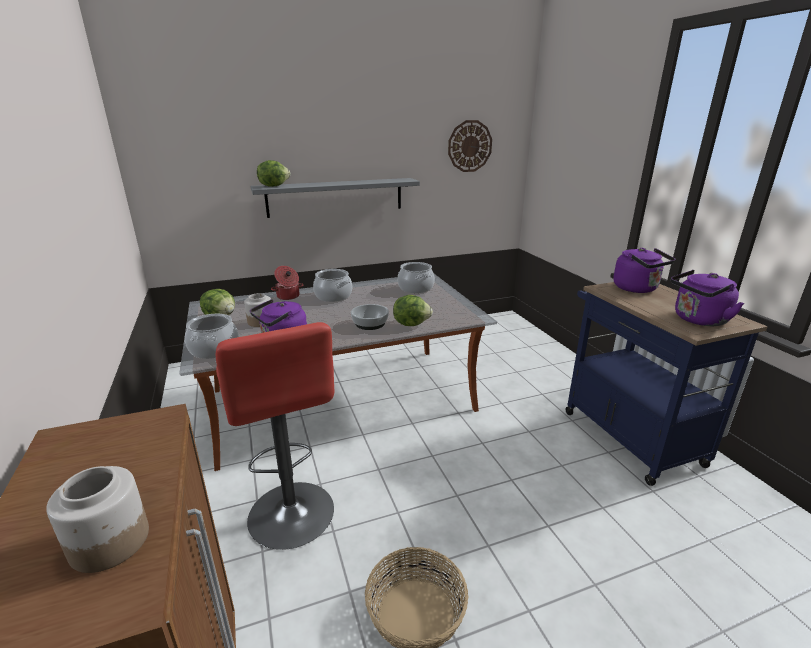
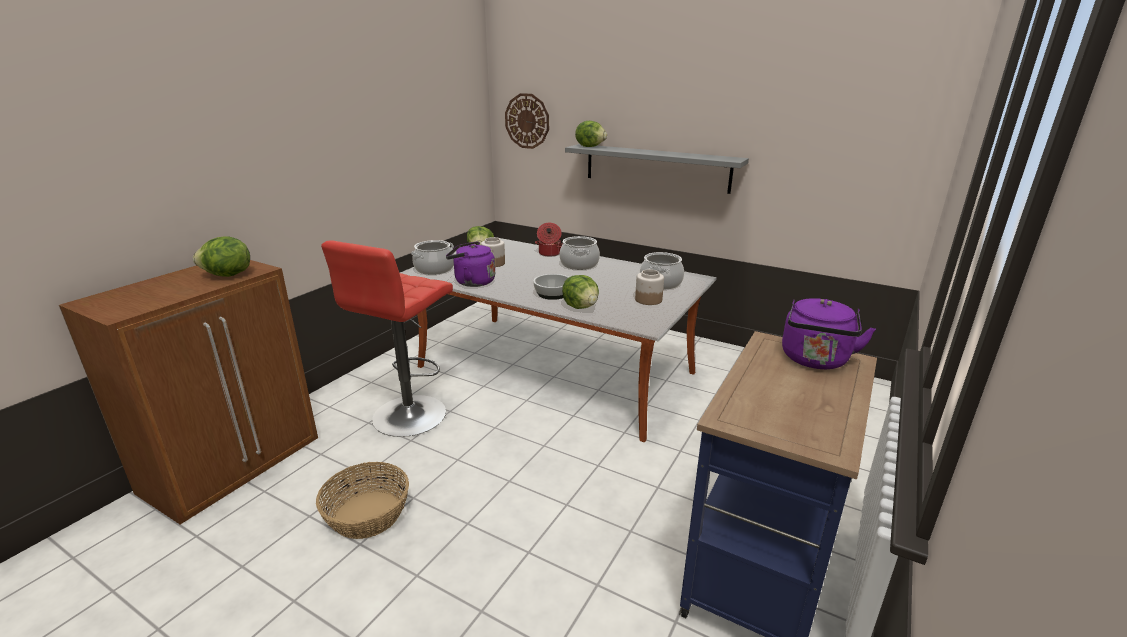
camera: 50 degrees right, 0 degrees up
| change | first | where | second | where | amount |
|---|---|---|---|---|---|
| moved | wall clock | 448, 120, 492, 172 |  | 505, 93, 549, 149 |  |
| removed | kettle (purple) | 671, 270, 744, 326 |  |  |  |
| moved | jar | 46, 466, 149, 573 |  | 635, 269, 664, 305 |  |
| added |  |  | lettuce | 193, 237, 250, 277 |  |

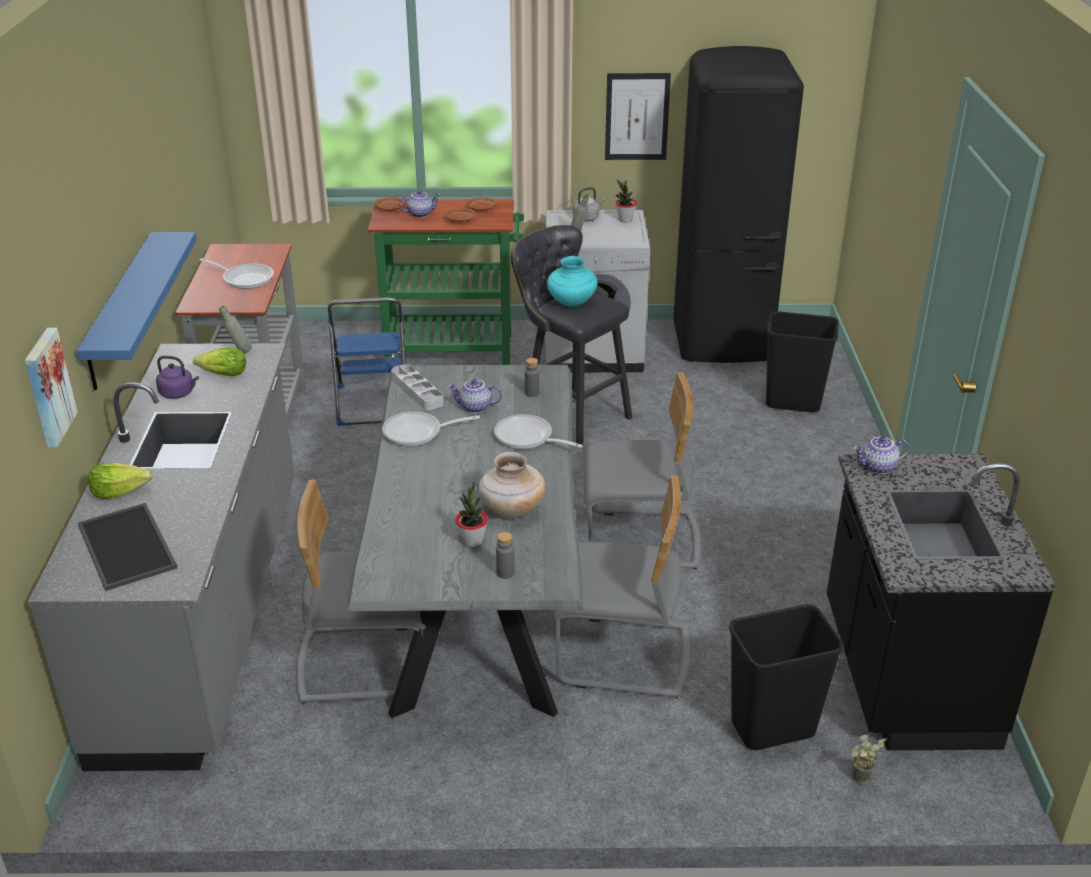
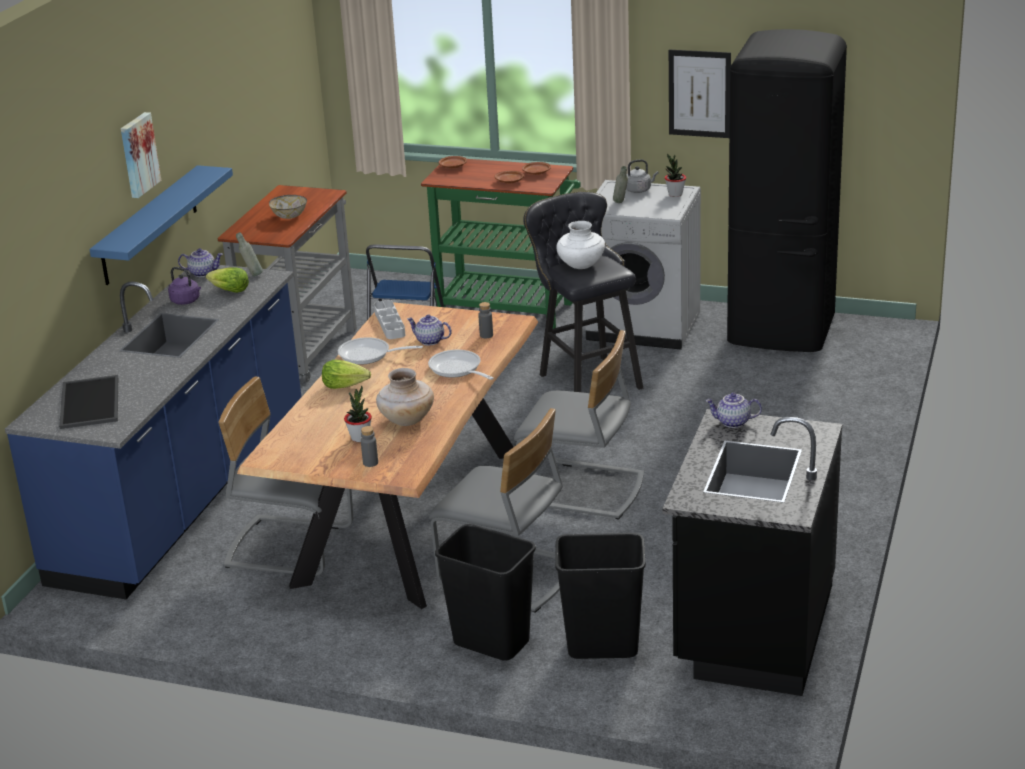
camera: 20 degrees right, 5 degrees down
| change | first | where | second | where | amount |
|---|---|---|---|---|---|
| moved | teapot | 399, 190, 441, 218 |  | 178, 248, 223, 277 |  |
| recoloured | vase (turquoise) | 547, 256, 597, 307 | vase (white) | 556, 221, 605, 269 |  |
| replaced | frying pan | 200, 258, 274, 289 | bowl | 269, 195, 307, 219 |  |
| moved | trash can (black) | 766, 311, 839, 413 |  | 435, 524, 536, 661 |  |
| moved | picture | 25, 328, 78, 447 |  | 121, 112, 161, 198 |  |
| recoloured | counter (grey) | 28, 343, 295, 771 | counter (blue) | 5, 265, 301, 599 |  |
| recoloured | dining table (grey) | 346, 365, 583, 718 | dining table (brown) | 237, 302, 538, 609 |  |
| moved | lettuce | 88, 463, 152, 499 |  | 322, 360, 371, 389 |  |
| removed | potted plant | 850, 734, 887, 785 |  |  |  |

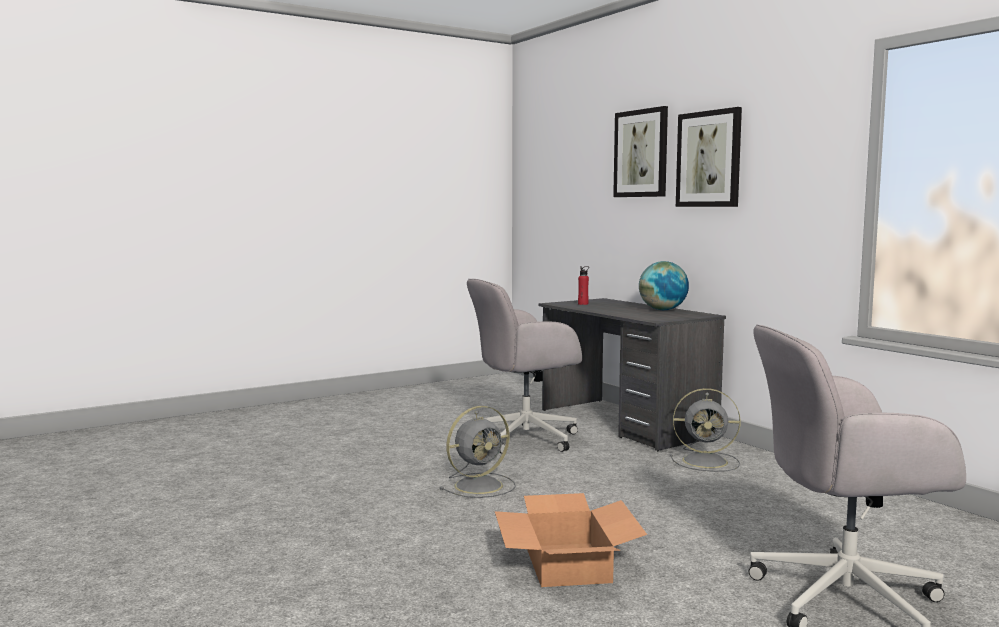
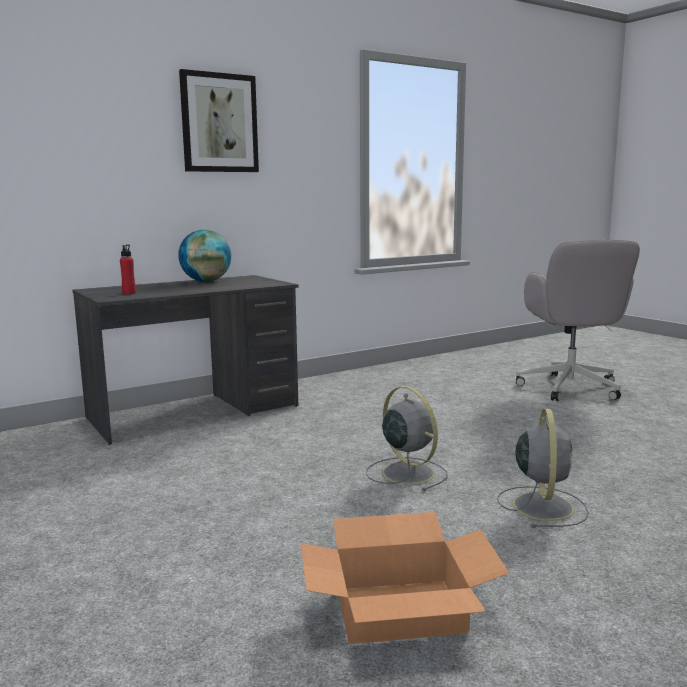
camera: 90 degrees left, 5 degrees up
| change | first | where | second | where | amount |
|---|---|---|---|---|---|
| removed | picture | 613, 106, 668, 197 |  |  |  |
| removed | office chair (grey) | 467, 279, 582, 453 |  |  |  |
| moved | fan (grey) | 670, 388, 741, 472 |  | 497, 409, 589, 528 |  |
| moved | cardboard box | 495, 493, 647, 587 |  | 301, 512, 509, 644 |  |

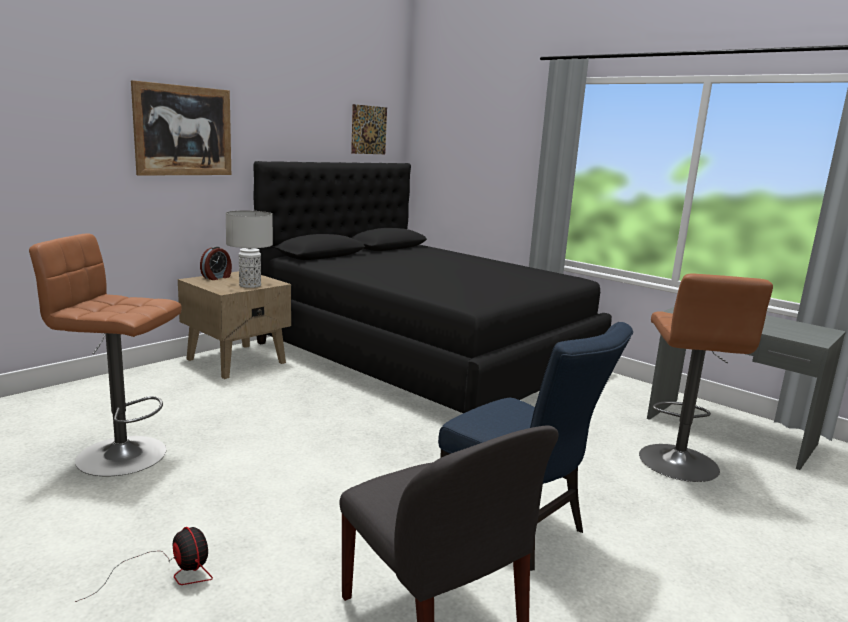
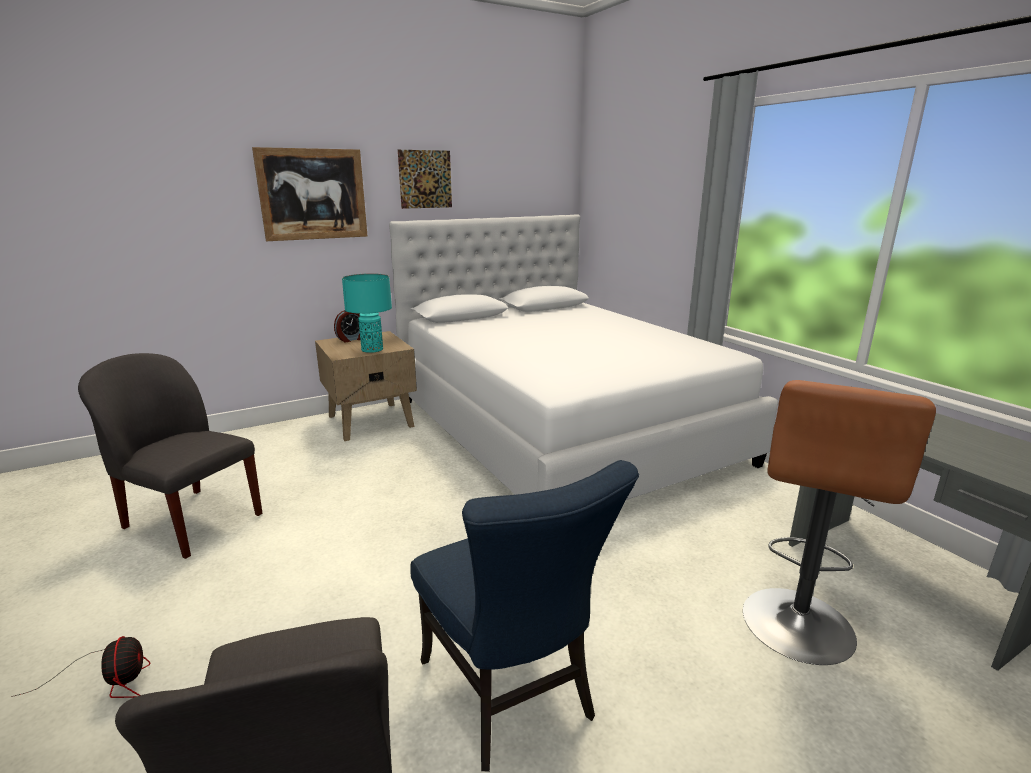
camera: 20 degrees right, 5 degrees up
| change | first | where | second | where | amount |
|---|---|---|---|---|---|
| moved | picture | 351, 104, 387, 154 |  | 398, 150, 452, 209 |  |
| recoloured | bed (black) | 253, 161, 612, 413 | bed (white) | 389, 214, 778, 500 |  |
| recoloured | table lamp (white) | 226, 210, 273, 288 | table lamp (turquoise) | 342, 273, 392, 353 |  |
| replaced | stool (brown) | 29, 233, 182, 477 | chair (grey) | 78, 353, 263, 559 |  |

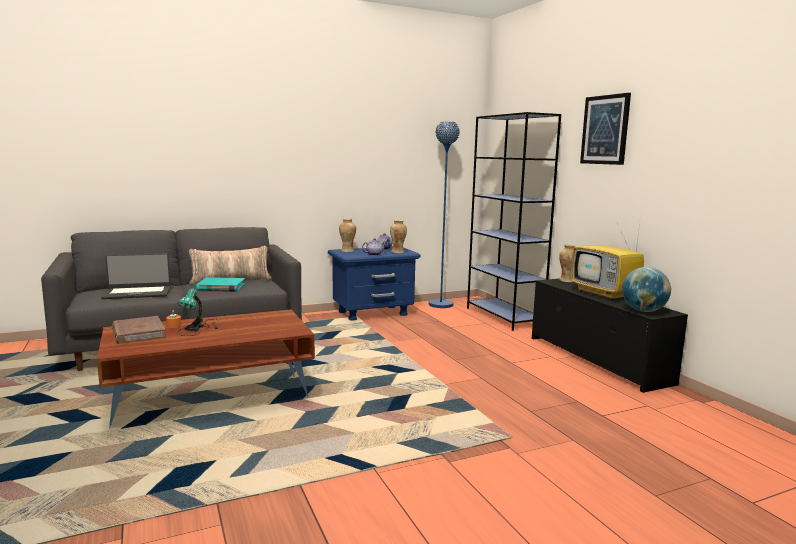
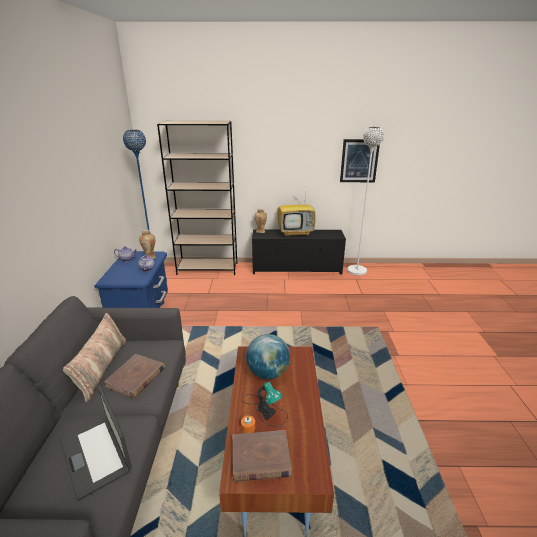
camera: 65 degrees left, 15 degrees up
| change | first | where | second | where | amount |
|---|---|---|---|---|---|
| moved | picture | 580, 93, 631, 165 |  | 340, 139, 380, 182 |  |
| recoloured | bookcase (blue) | 467, 112, 561, 331 | bookcase (beige) | 157, 121, 237, 275 |  |
| removed | vase | 339, 218, 356, 252 |  |  |  |
| turned | laptop | 101, 253, 170, 299 |  | 60, 385, 132, 501 | 135 degrees clockwise |
| moved | globe | 622, 267, 671, 312 |  | 246, 334, 290, 379 |  |
| recoloured | book (turquoise) | 196, 277, 245, 292 | book (brown) | 104, 354, 165, 398 |  |
| added |  |  | floor lamp (white) | 347, 127, 384, 275 |  |

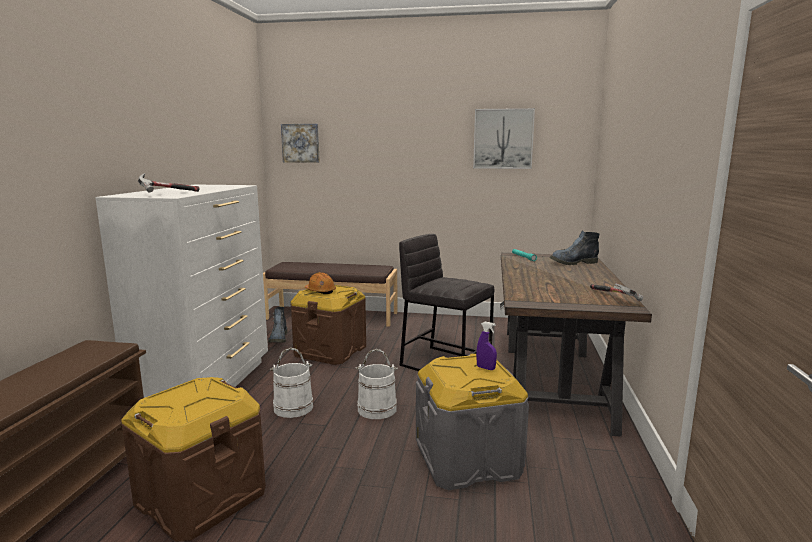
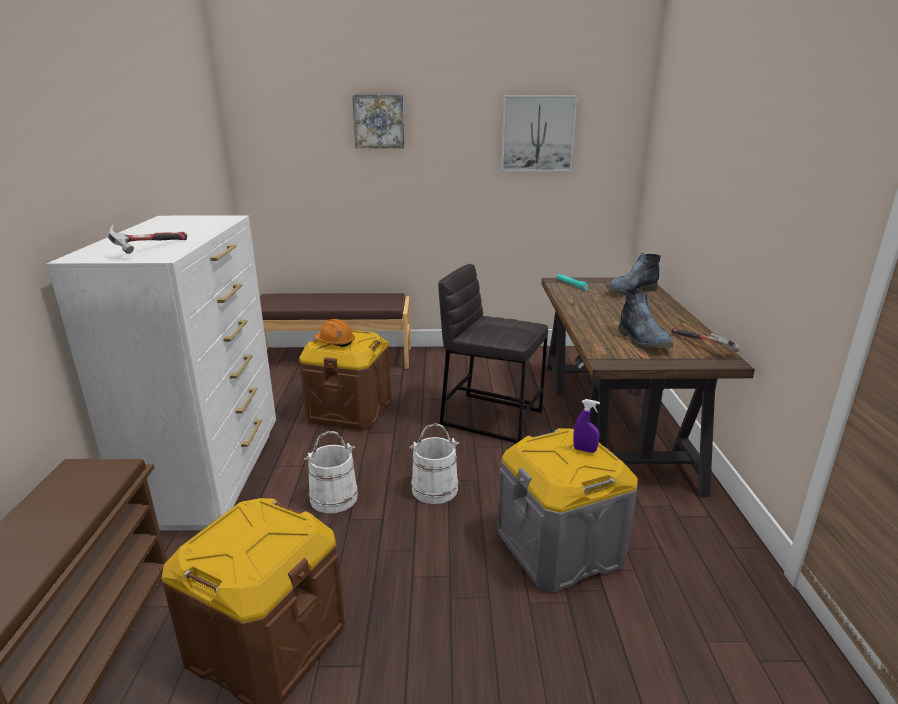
camera: 10 degrees left, 10 degrees up
| change | first | where | second | where | amount |
|---|---|---|---|---|---|
| moved | picture | 281, 124, 320, 163 |  | 352, 95, 404, 148 |  |
| moved | boot | 268, 307, 288, 342 |  | 618, 290, 673, 349 |  |

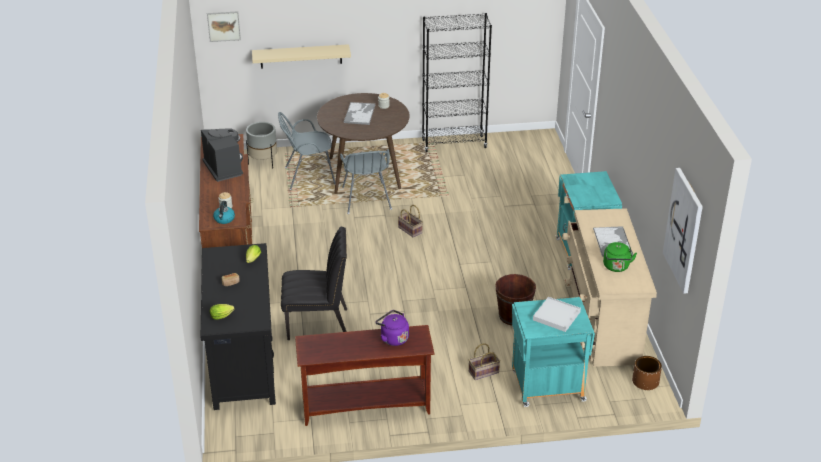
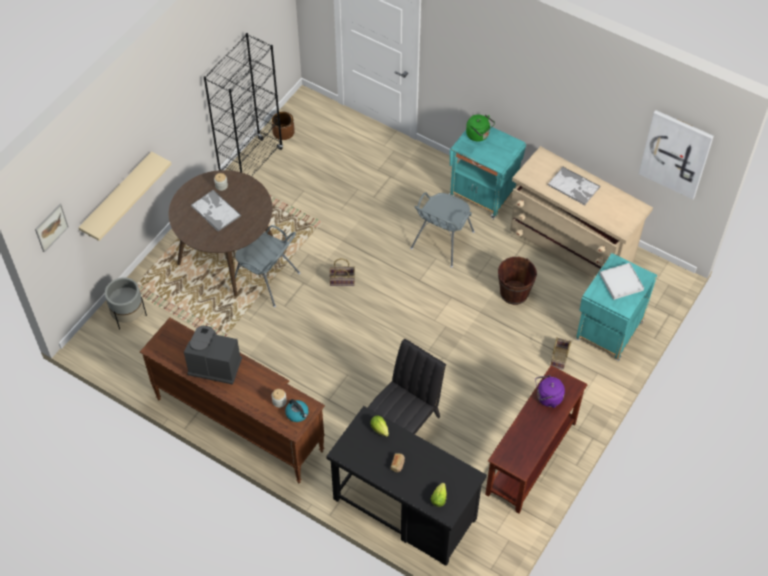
camera: 50 degrees left, 20 degrees up
| change | first | where | second | where | amount |
|---|---|---|---|---|---|
| moved | chair (grey) | 278, 112, 335, 190 |  | 410, 192, 475, 268 |  |
| moved | kettle (green) | 603, 242, 637, 272 |  | 466, 115, 495, 142 |  |
| moved | planter (brown) | 632, 356, 662, 390 |  | 272, 112, 295, 140 |  |

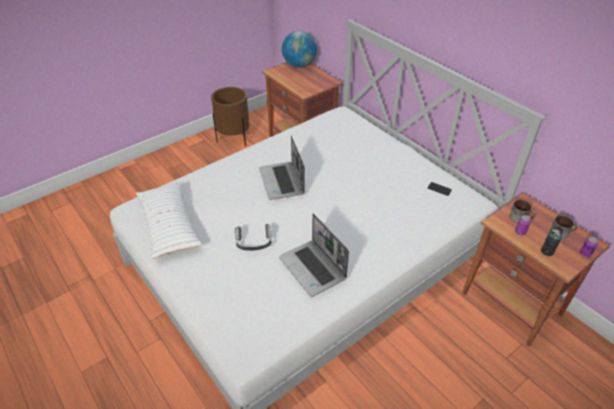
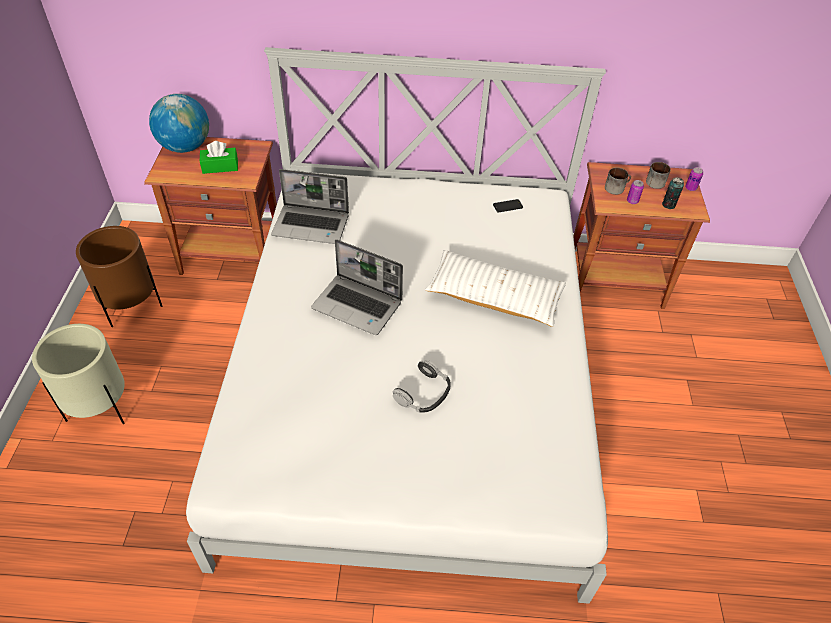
camera: 50 degrees left, 5 degrees up
| change | first | where | second | where | amount |
|---|---|---|---|---|---|
| moved | pillow (white) | 136, 182, 202, 259 |  | 425, 250, 566, 327 |  |
| moved | laptop | 279, 213, 349, 297 |  | 271, 169, 349, 244 |  |
| added |  |  | tissue box (green) | 200, 141, 238, 174 |  |
| added |  |  | planter (beige) | 32, 324, 125, 424 |  |

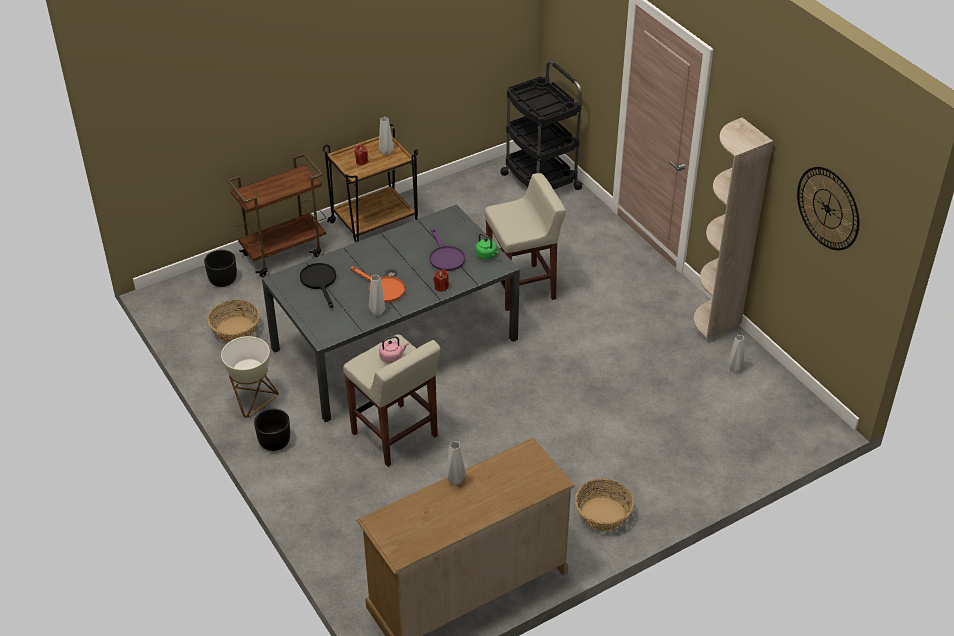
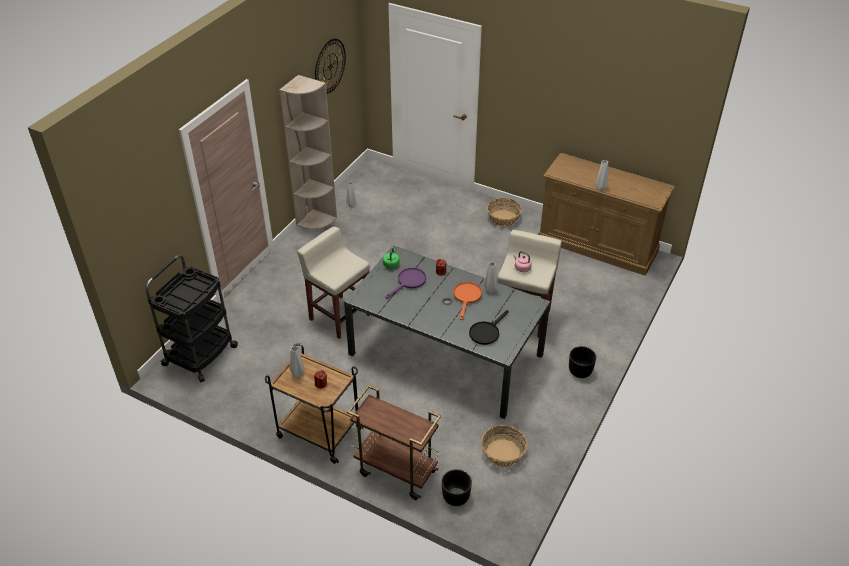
camera: 120 degrees left, 0 degrees up
| change | first | where | second | where | amount |
|---|---|---|---|---|---|
| removed | planter | 221, 336, 279, 418 |  |  |  |

